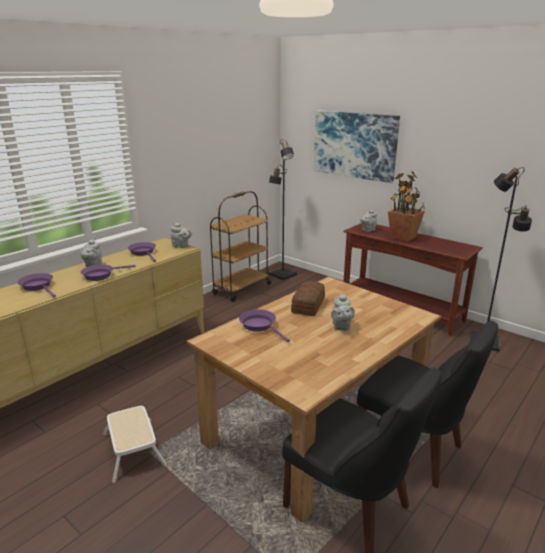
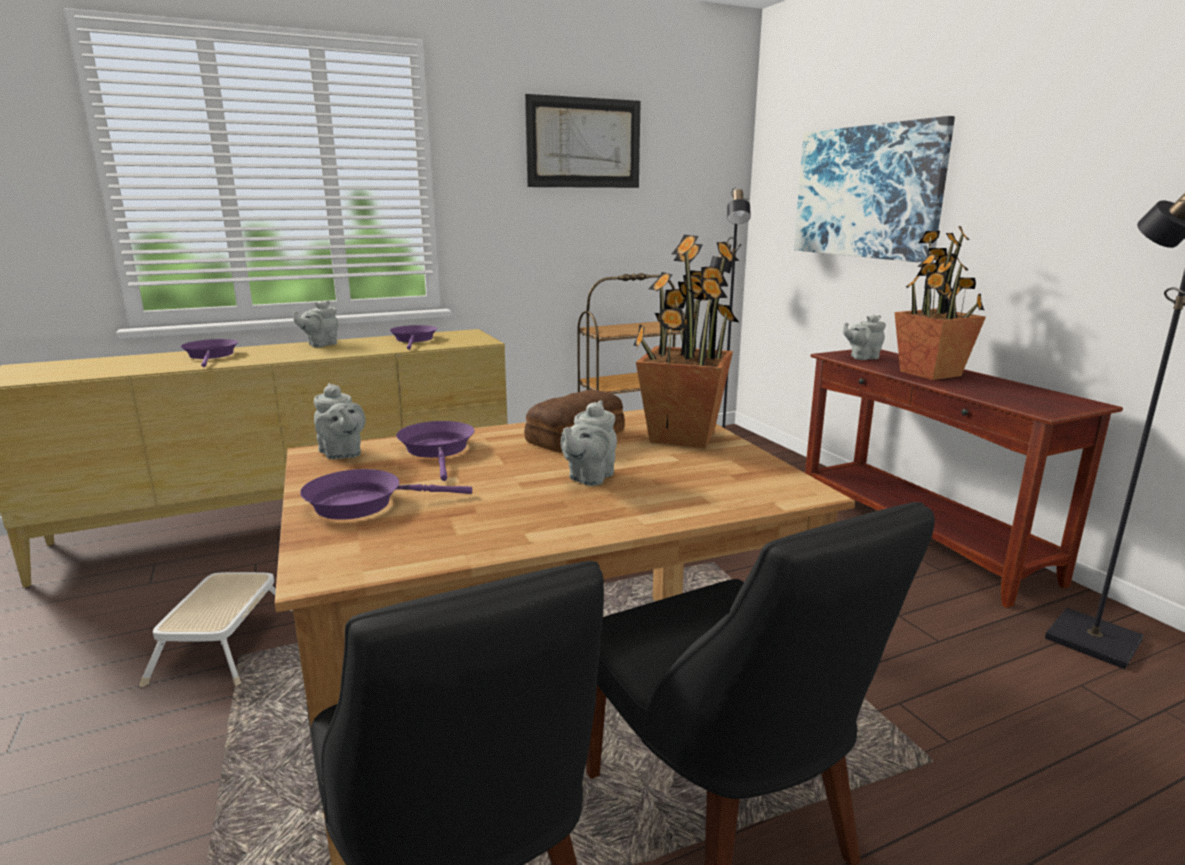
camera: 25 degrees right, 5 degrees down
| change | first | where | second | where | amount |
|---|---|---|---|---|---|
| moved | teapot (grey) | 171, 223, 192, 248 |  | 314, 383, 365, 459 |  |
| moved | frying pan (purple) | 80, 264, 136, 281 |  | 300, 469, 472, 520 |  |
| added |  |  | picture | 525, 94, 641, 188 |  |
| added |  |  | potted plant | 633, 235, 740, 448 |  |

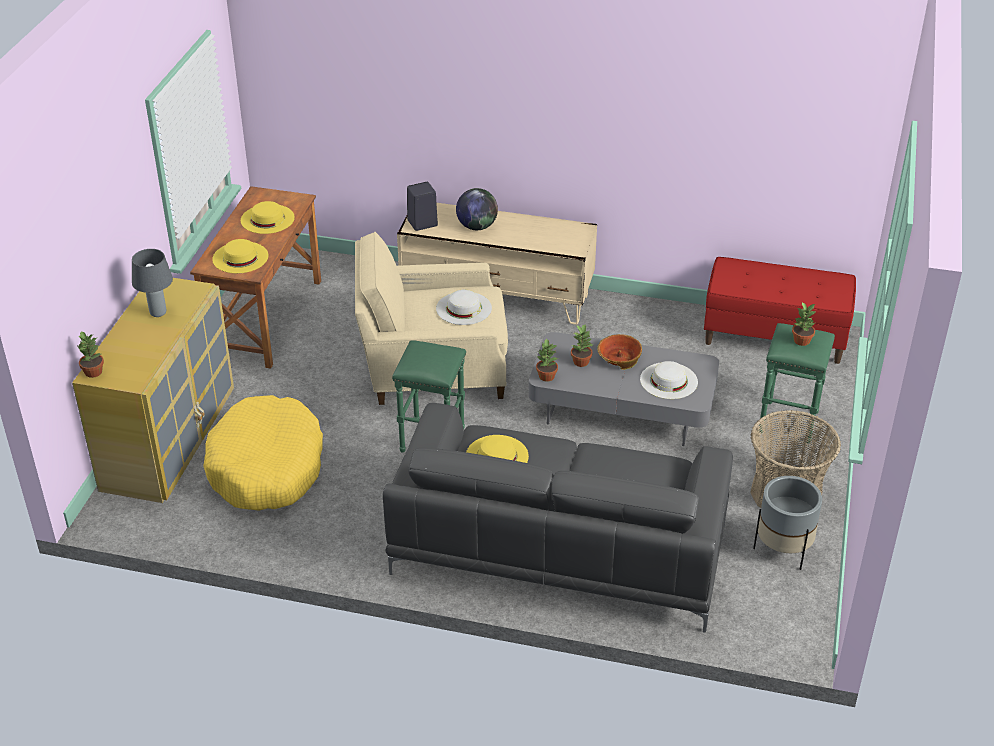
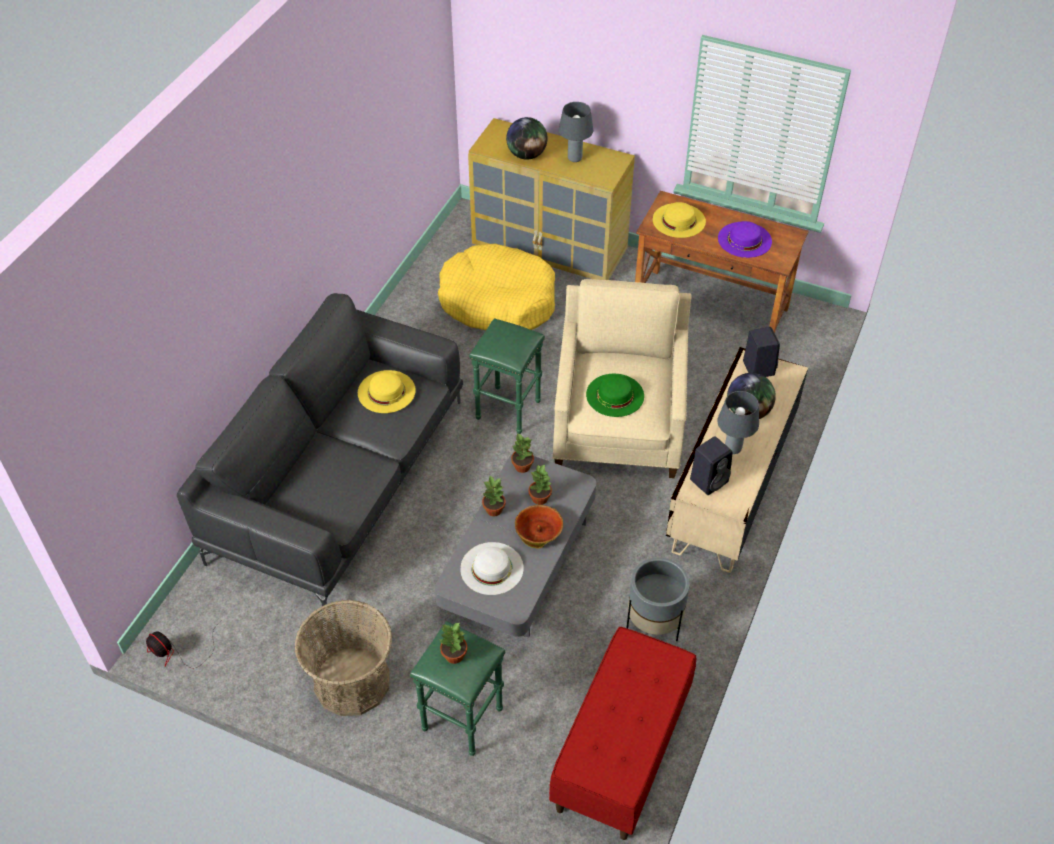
camera: 100 degrees right, 10 degrees up
| change | first | where | second | where | amount |
|---|---|---|---|---|---|
| recoloured | hat (yellow) | 241, 201, 295, 234 | hat (purple) | 718, 221, 772, 258 |  |
| recoloured | hat (white) | 436, 290, 492, 325 | hat (green) | 586, 374, 644, 417 |  |
| moved | potted plant | 77, 331, 104, 378 |  | 482, 476, 506, 516 |  |
| moved | planter (grey) | 753, 476, 822, 570 |  | 627, 557, 690, 641 |  |
| added |  |  | globe | 506, 117, 548, 160 |  |
| added |  |  | table lamp (grey) | 717, 391, 759, 454 |  |
| added |  |  | speaker (black) | 690, 436, 733, 495 |  |
| added |  |  | fan | 146, 620, 222, 668 |  |

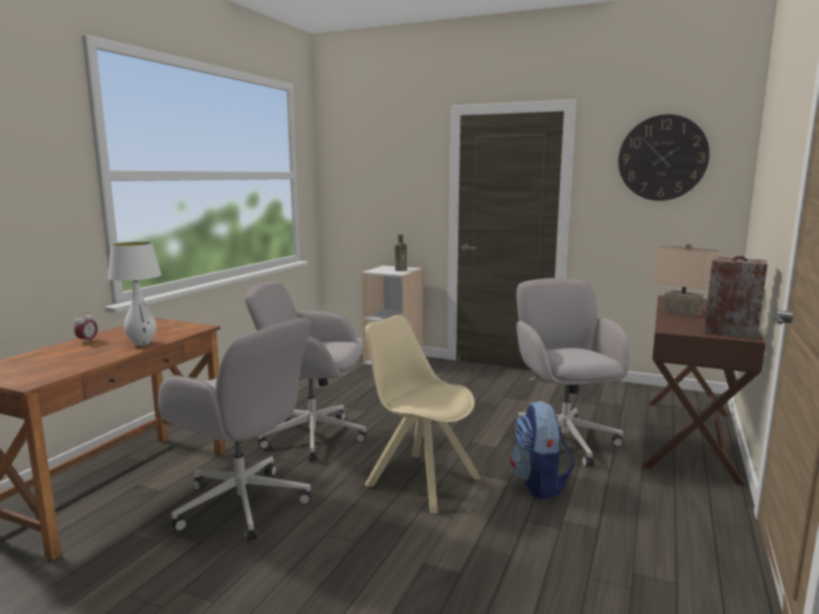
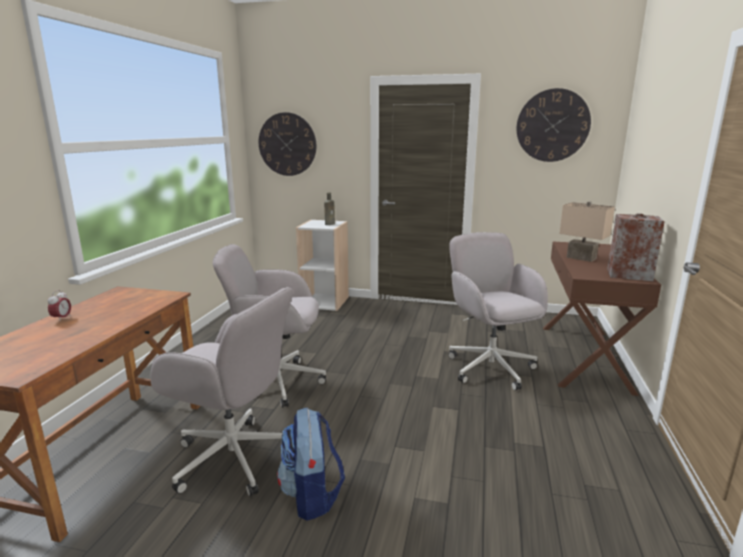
camera: 10 degrees left, 5 degrees up
| change | first | where | second | where | amount |
|---|---|---|---|---|---|
| removed | table lamp (white) | 108, 242, 162, 346 |  |  |  |
| removed | chair (beige) | 365, 315, 481, 514 |  |  |  |
| moved | backpack | 510, 401, 574, 499 |  | 277, 407, 345, 521 |  |
| added |  |  | wall clock | 259, 112, 316, 176 |  |

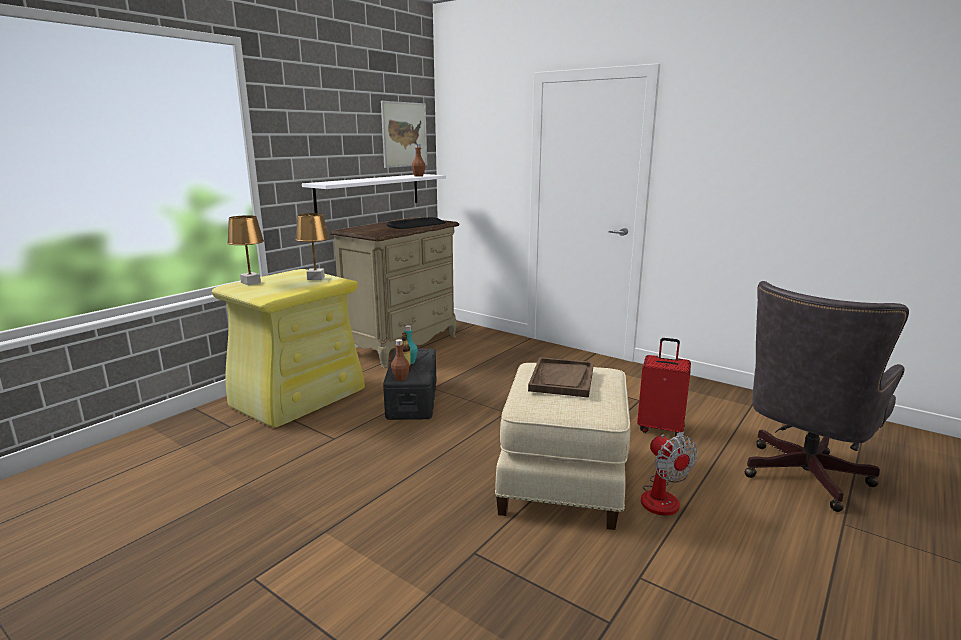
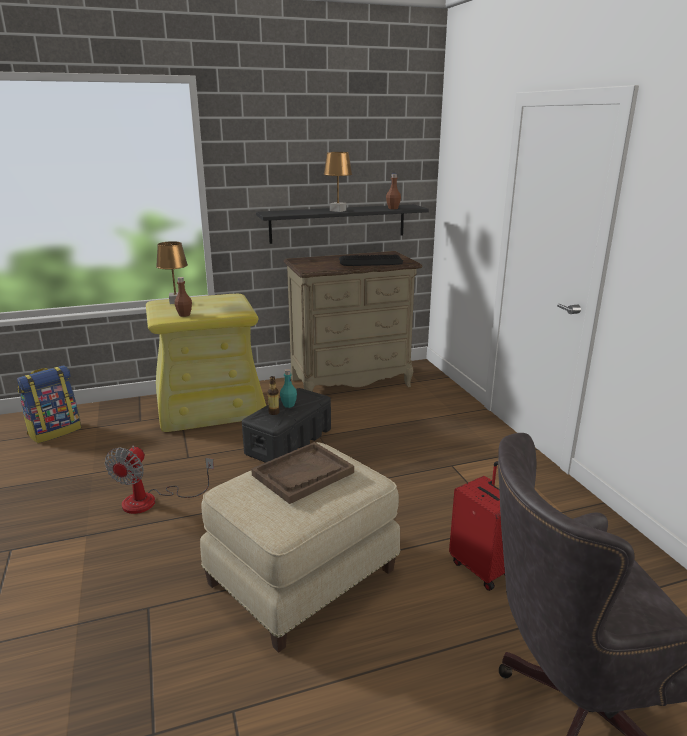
camera: 35 degrees right, 5 degrees up
| change | first | where | second | where | amount |
|---|---|---|---|---|---|
| removed | picture | 381, 101, 427, 168 |  |  |  |
| recoloured | shelf (white) | 302, 174, 446, 213 | shelf (black) | 256, 204, 429, 244 |  |
| moved | table lamp (brown) | 295, 213, 329, 280 |  | 323, 152, 352, 212 |  |
| moved | bottle (brown) | 391, 339, 409, 381 |  | 175, 277, 192, 317 |  |
| moved | fan | 641, 432, 697, 516 |  | 105, 446, 214, 514 |  |
| added |  |  | backpack | 17, 365, 81, 443 |  |

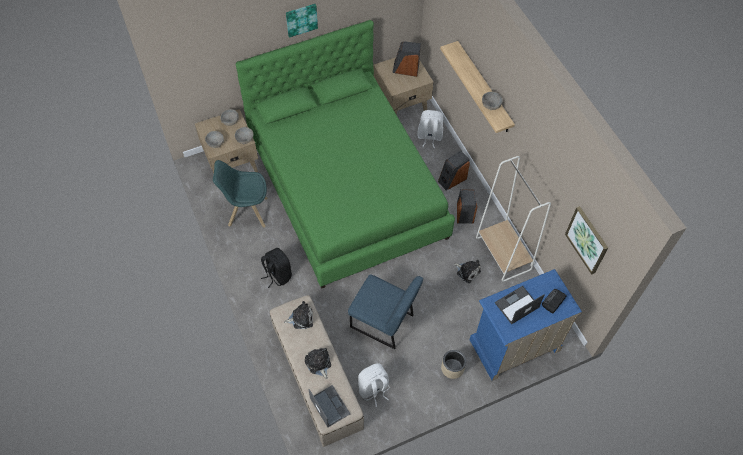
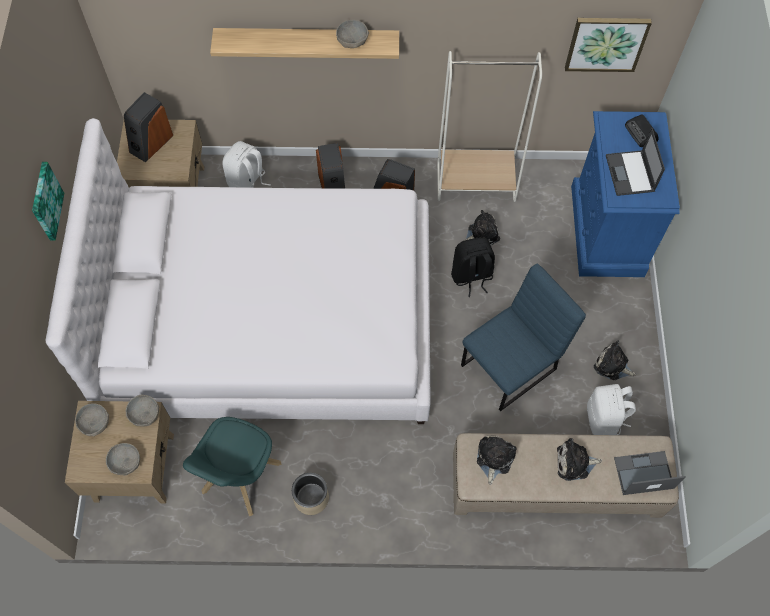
camera: 65 degrees left, 5 degrees up
| change | first | where | second | where | amount |
|---|---|---|---|---|---|
| recoloured | bed (green) | 236, 20, 455, 289 | bed (white) | 45, 118, 430, 424 |  |
| moved | backpack (black) | 261, 248, 292, 288 |  | 451, 237, 495, 297 |  |
| moved | planter (beige) | 441, 350, 466, 379 |  | 292, 473, 329, 515 |  |
| added |  |  | plush toy | 594, 341, 636, 380 |  |

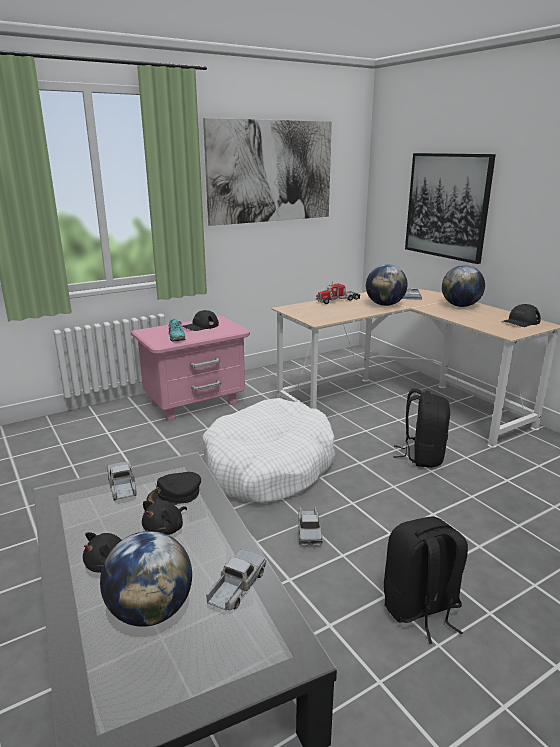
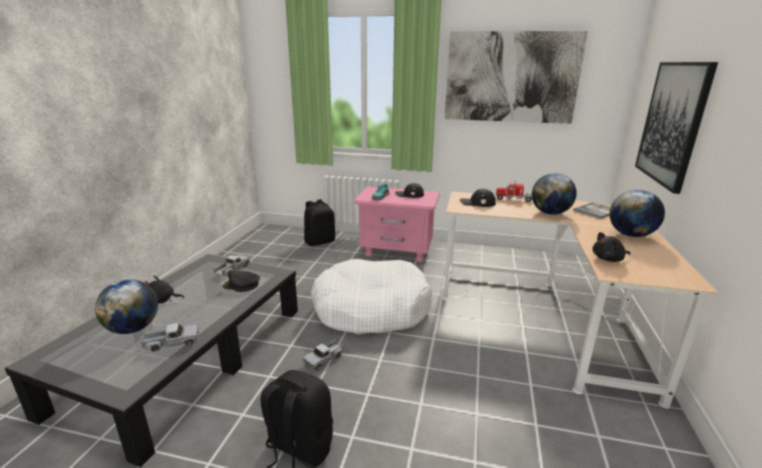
camera: 45 degrees right, 0 degrees up
| change | first | where | second | where | amount |
|---|---|---|---|---|---|
| moved | cap (black) | 503, 304, 541, 327 |  | 460, 189, 496, 207 |  |
| moved | backpack (black) | 394, 389, 450, 468 |  | 304, 199, 335, 246 |  |
| moved | plush toy (black) | 142, 500, 187, 535 |  | 592, 232, 630, 262 |  |

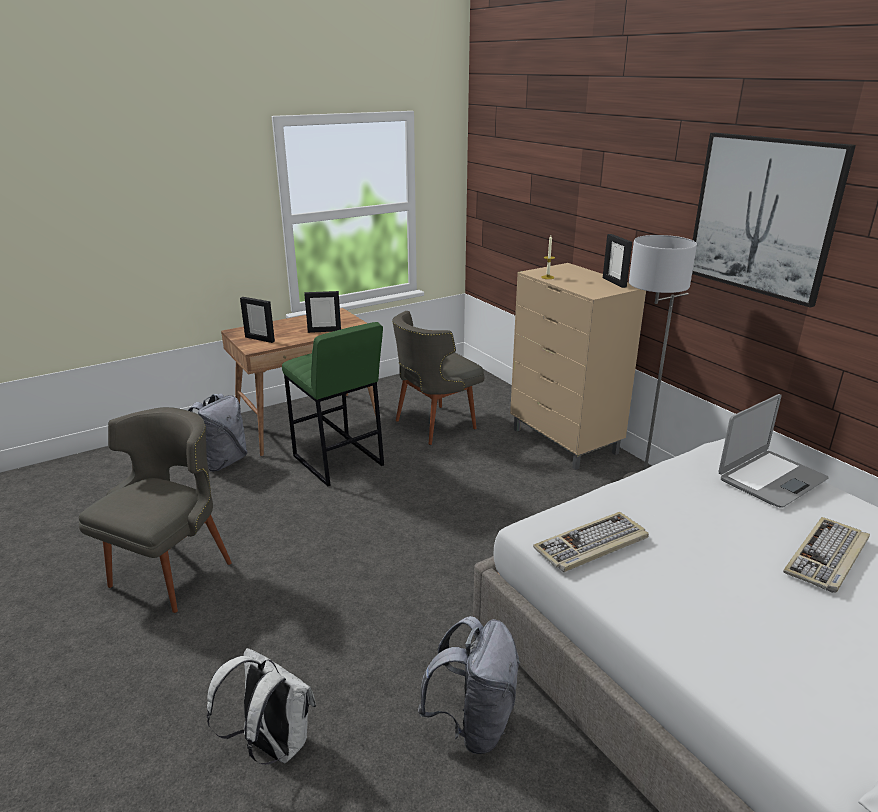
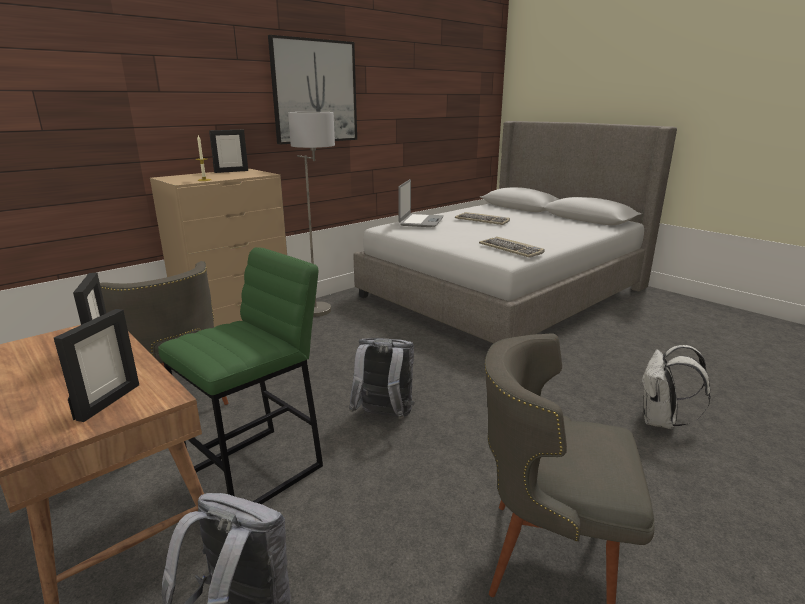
camera: 100 degrees left, 5 degrees down
| change | first | where | second | where | amount |
|---|---|---|---|---|---|
| turned | laptop | 718, 394, 829, 508 |  | 398, 179, 444, 227 | 60 degrees clockwise |
| moved | backpack (grey) | 418, 616, 520, 754 |  | 349, 338, 415, 419 |  |

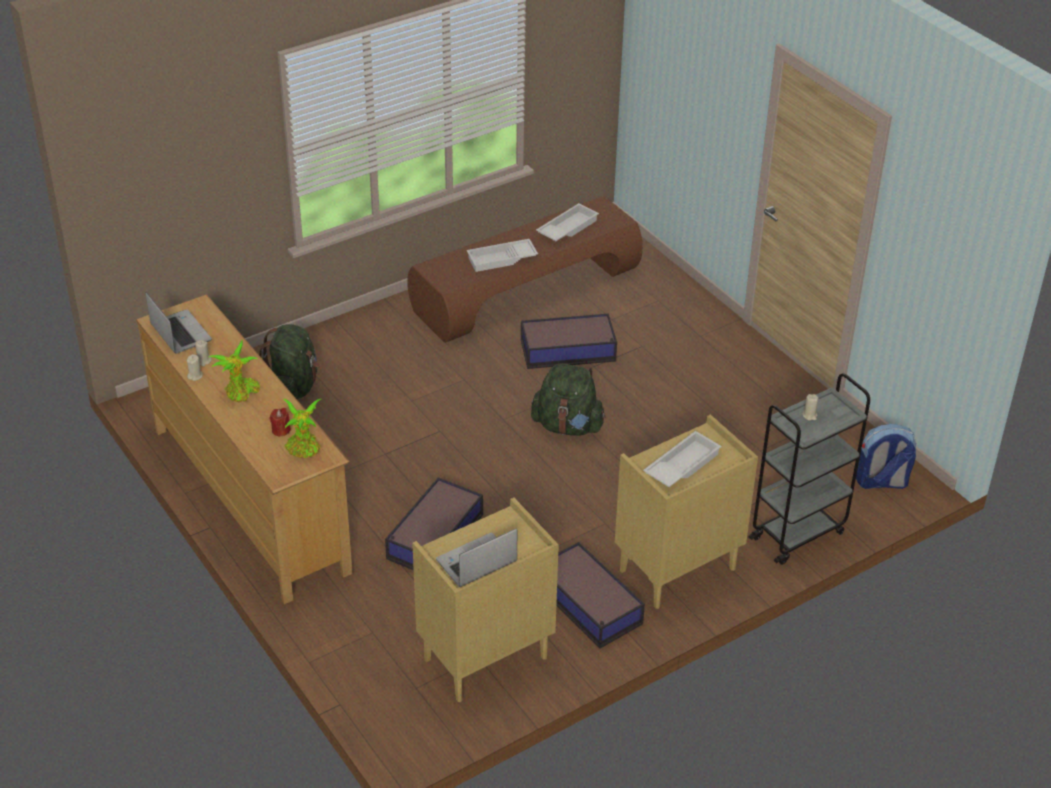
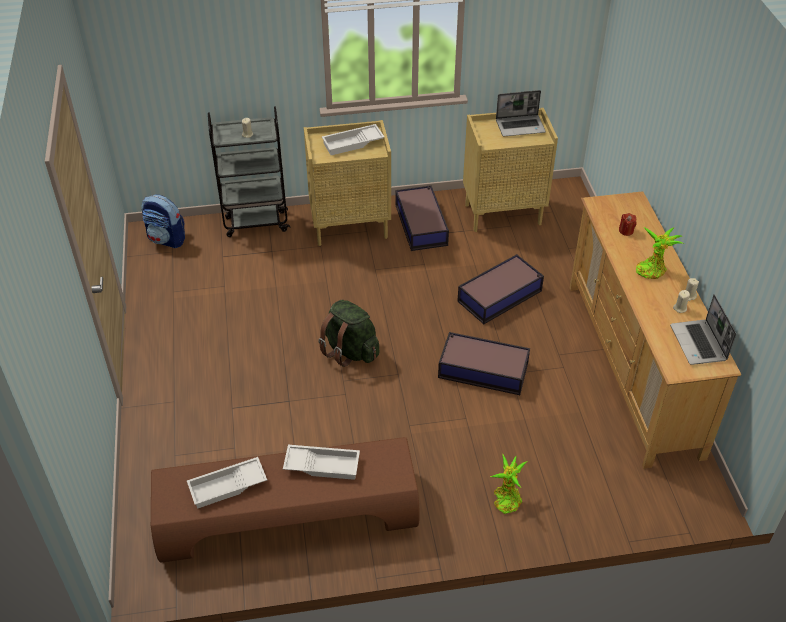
camera: 155 degrees left, 5 degrees up
| change | first | where | second | where | amount |
|---|---|---|---|---|---|
| moved | storage box | 521, 314, 617, 369 |  | 438, 332, 530, 395 |  |
| removed | backpack (green) | 259, 324, 320, 399 |  |  |  |
| moved | potted plant | 283, 399, 321, 458 |  | 490, 454, 527, 514 |  |

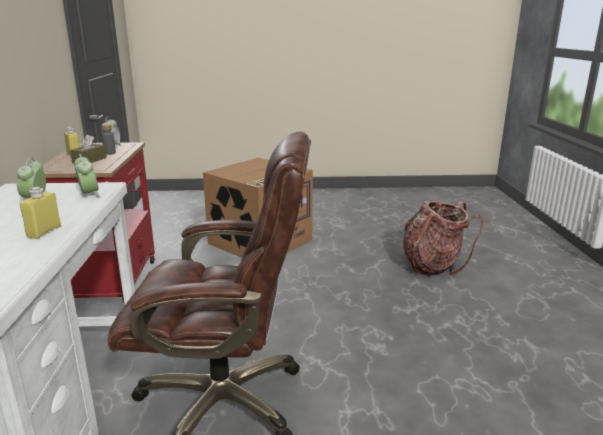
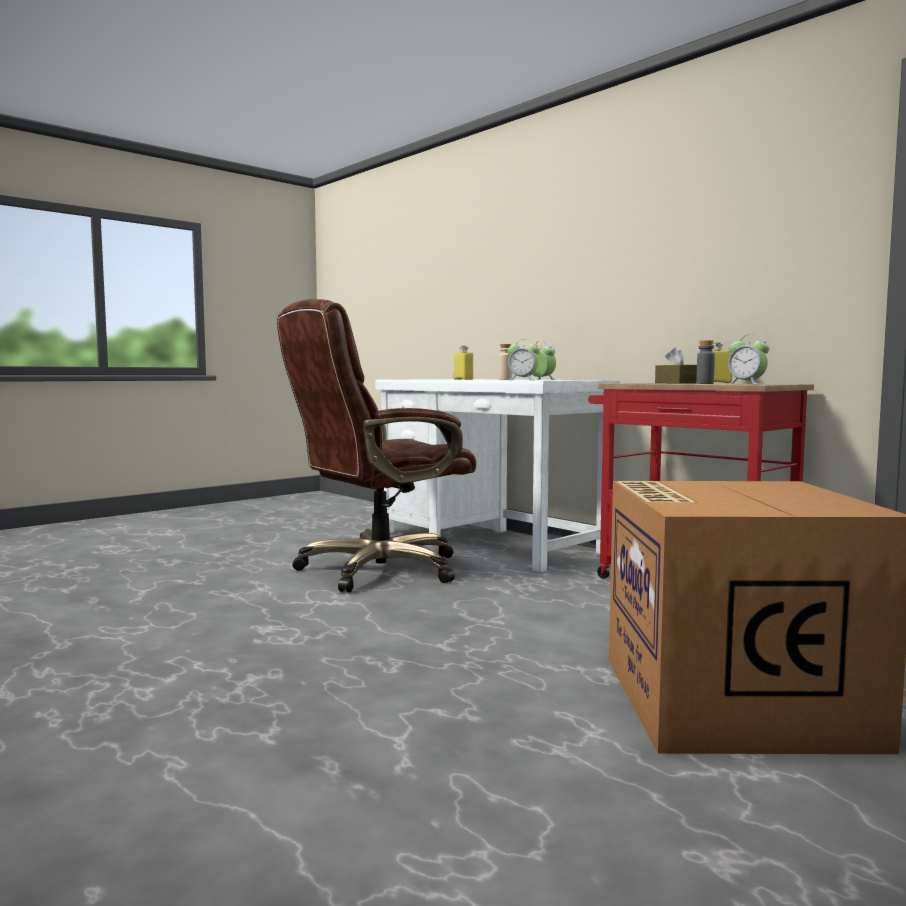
camera: 140 degrees right, 15 degrees down
| change | first | where | second | where | amount |
|---|---|---|---|---|---|
| removed | backpack | 403, 201, 483, 276 |  |  |  |
| added |  |  | bottle (beige) | 499, 344, 512, 380 |  |

